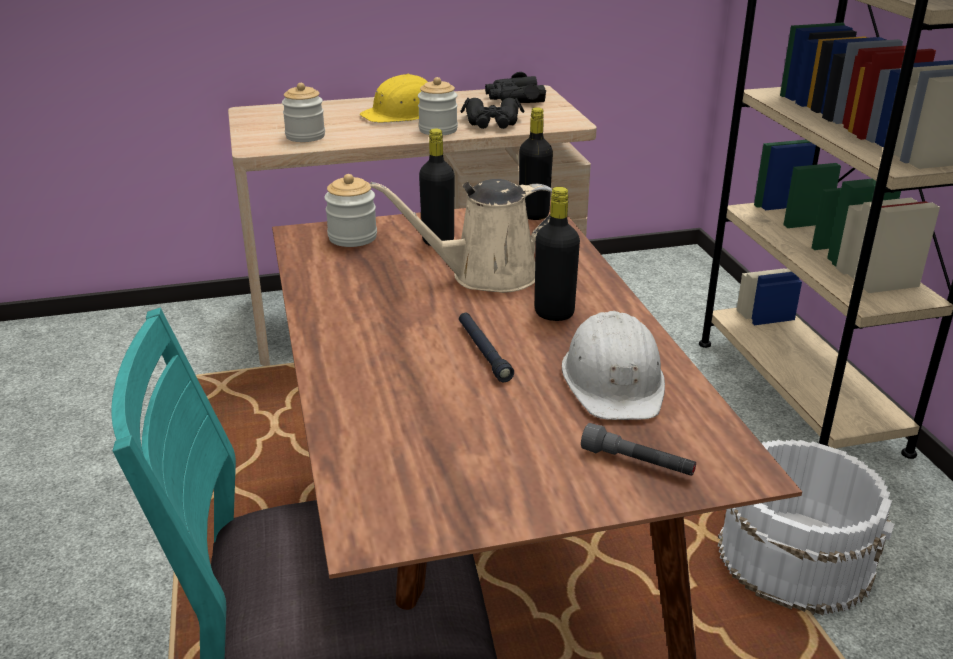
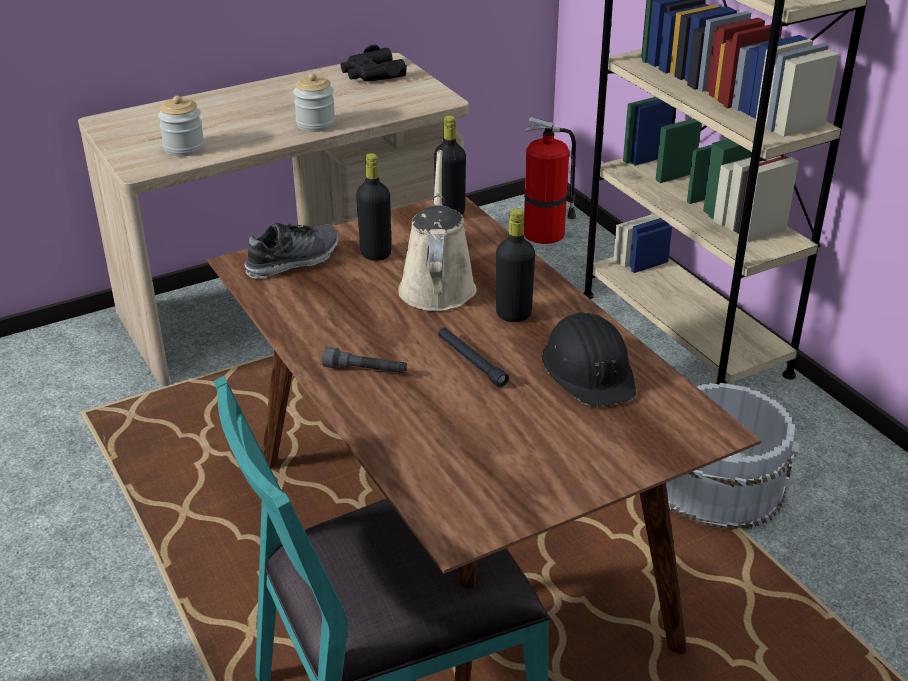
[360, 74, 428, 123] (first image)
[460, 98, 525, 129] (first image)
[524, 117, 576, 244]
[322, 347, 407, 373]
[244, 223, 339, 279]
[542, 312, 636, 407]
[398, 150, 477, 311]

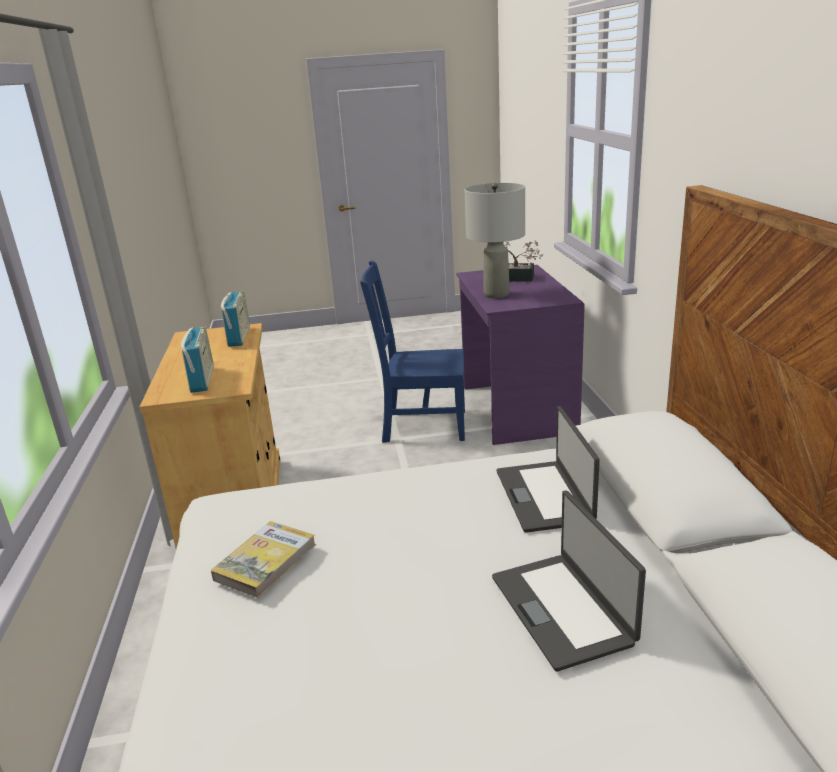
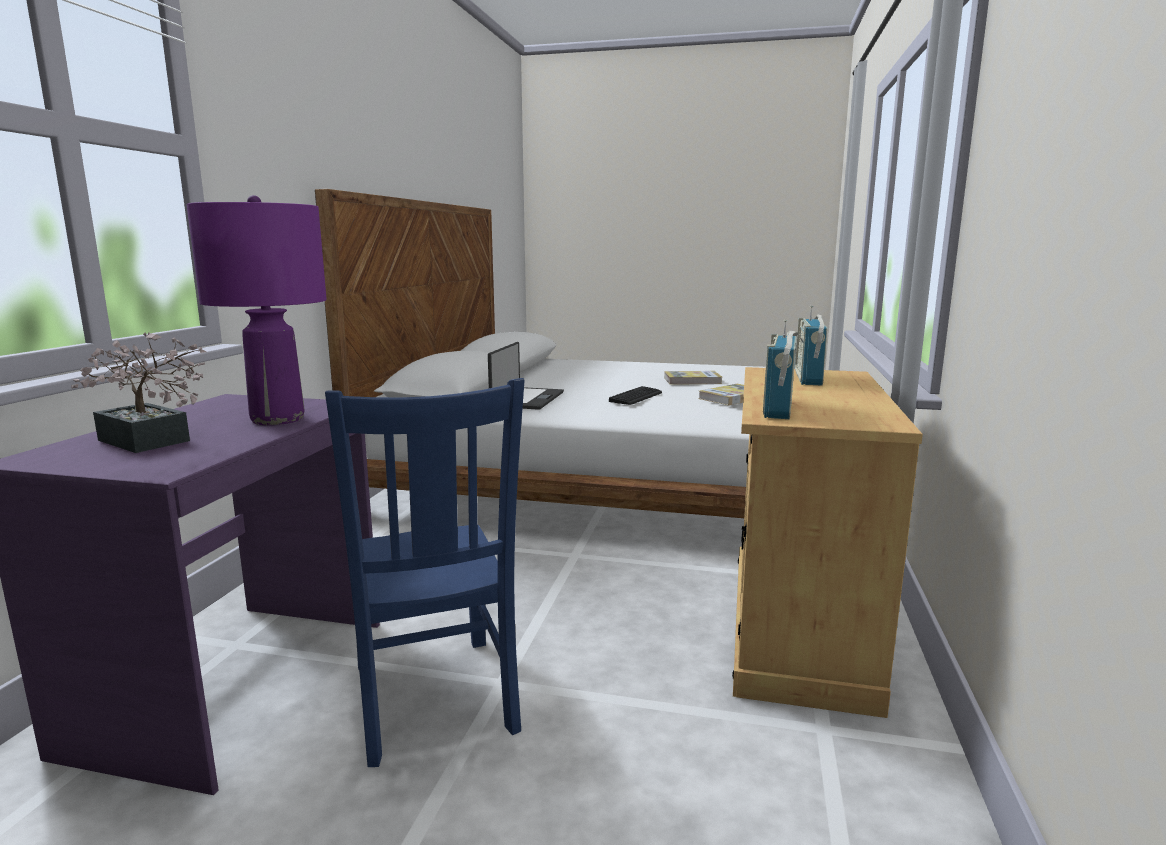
[492, 491, 646, 672] (first image)
[609, 386, 662, 405]
[664, 371, 722, 385]
[187, 195, 327, 425]
[325, 378, 524, 767]

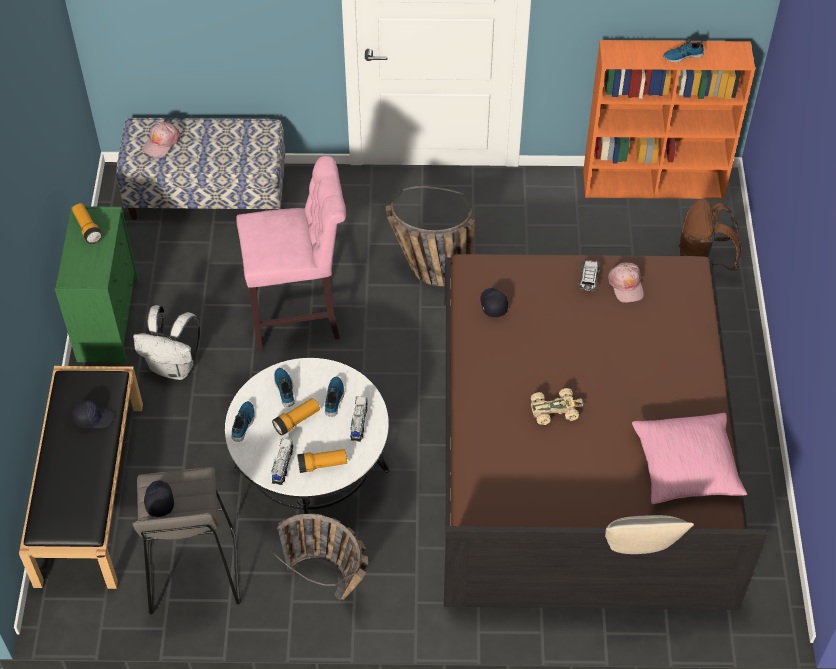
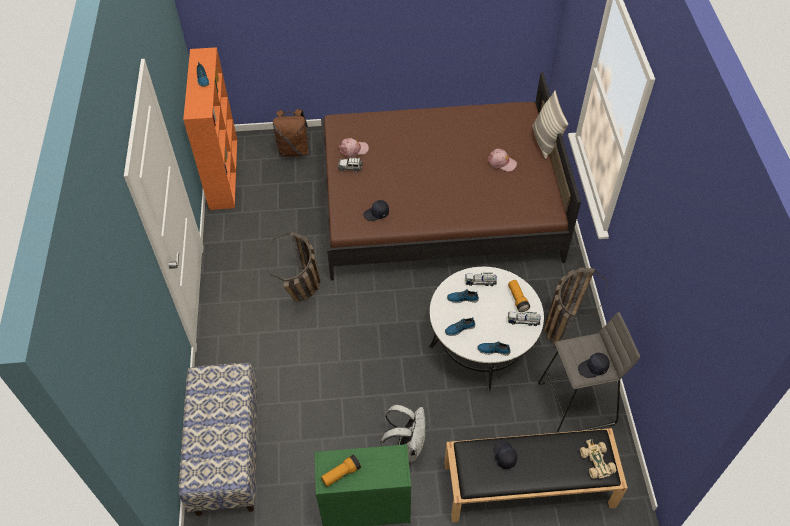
[236, 156, 346, 351] (first image)
[272, 398, 320, 436] (first image)
[632, 413, 747, 504] (first image)
[488, 149, 517, 172]
[580, 439, 616, 479]

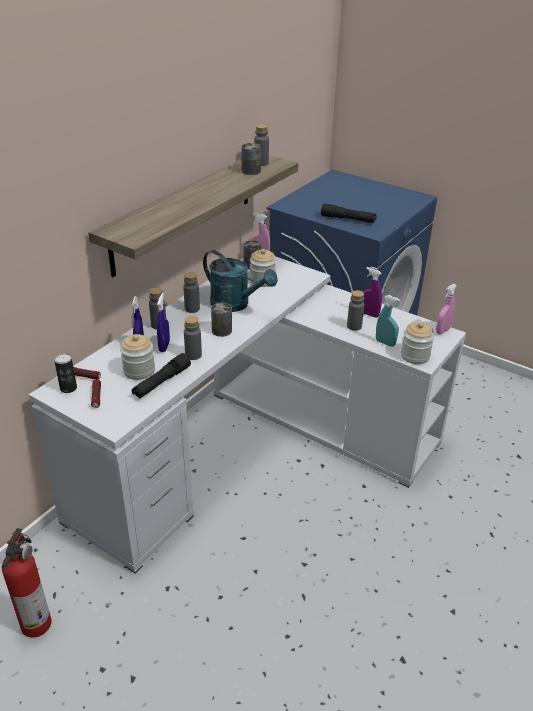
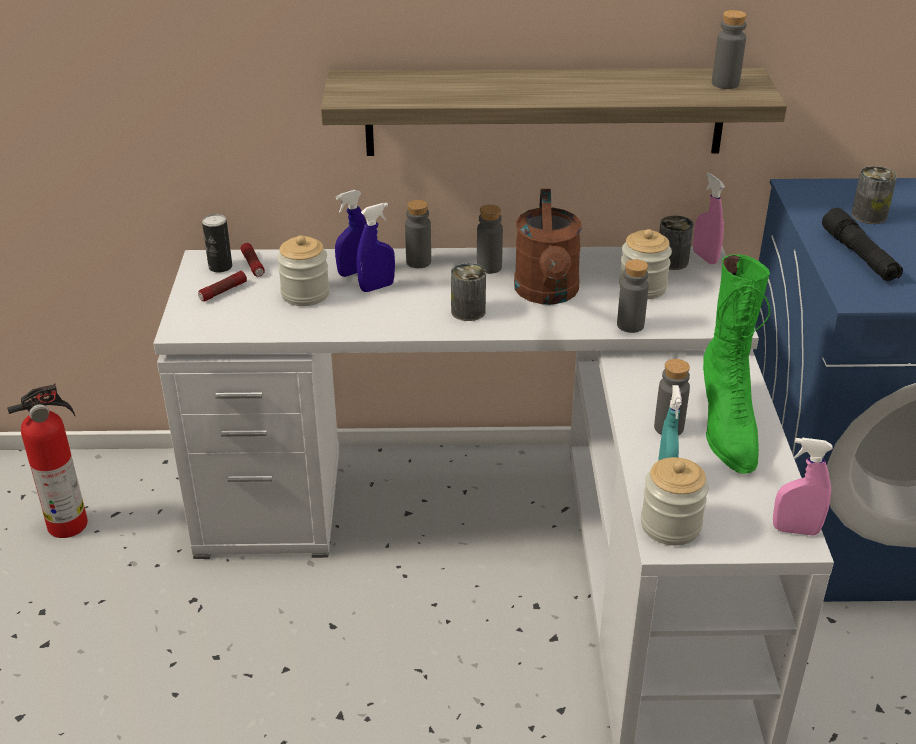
[132, 353, 191, 398] (first image)
[617, 259, 649, 333]
[851, 166, 897, 224]
[703, 254, 770, 474]
[514, 189, 582, 305]

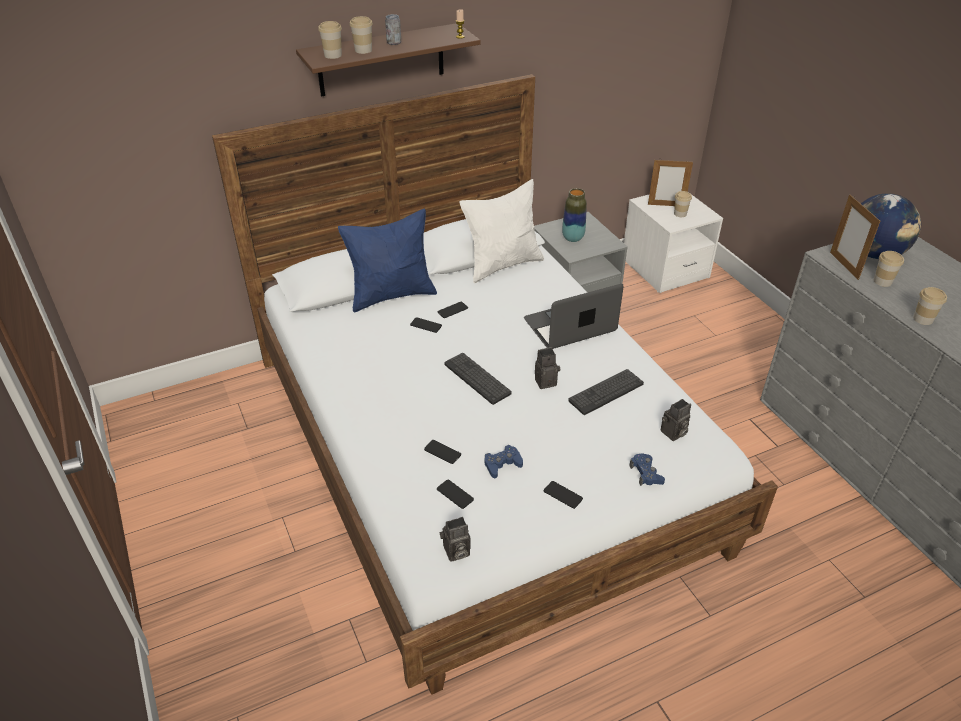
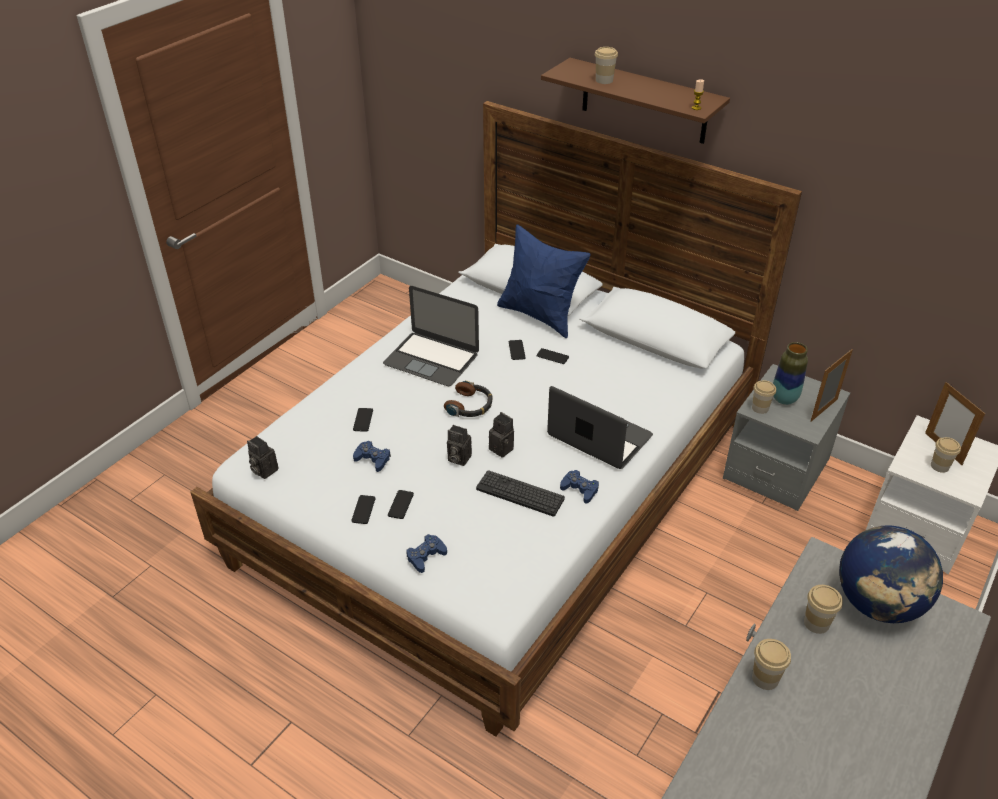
[385, 14, 401, 45] (first image)
[460, 179, 544, 284] (first image)
[383, 286, 479, 386]
[560, 470, 599, 503]
[752, 380, 776, 414]
[388, 490, 414, 519]
[447, 425, 472, 466]
[810, 349, 853, 422]
[444, 381, 493, 417]

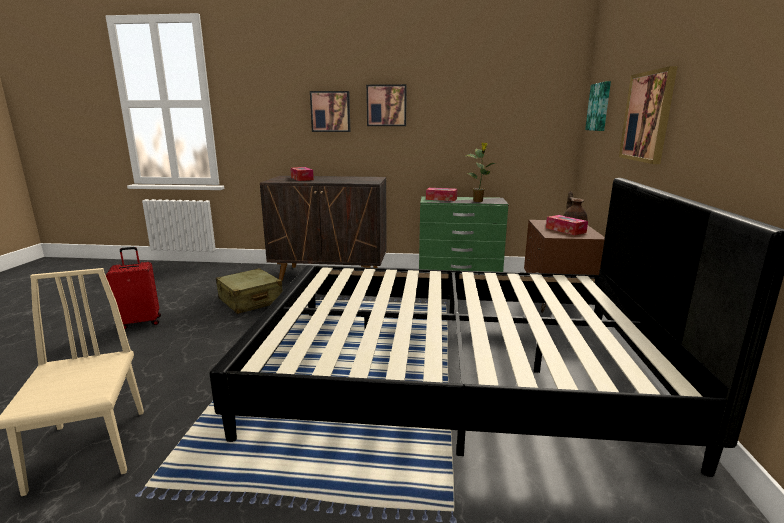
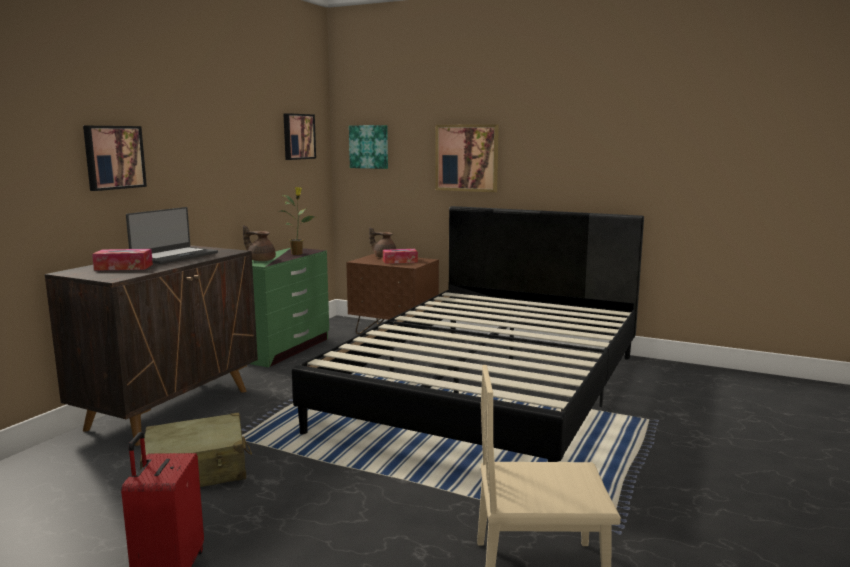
[126, 207, 218, 264]
[283, 113, 316, 160]
[243, 225, 276, 261]

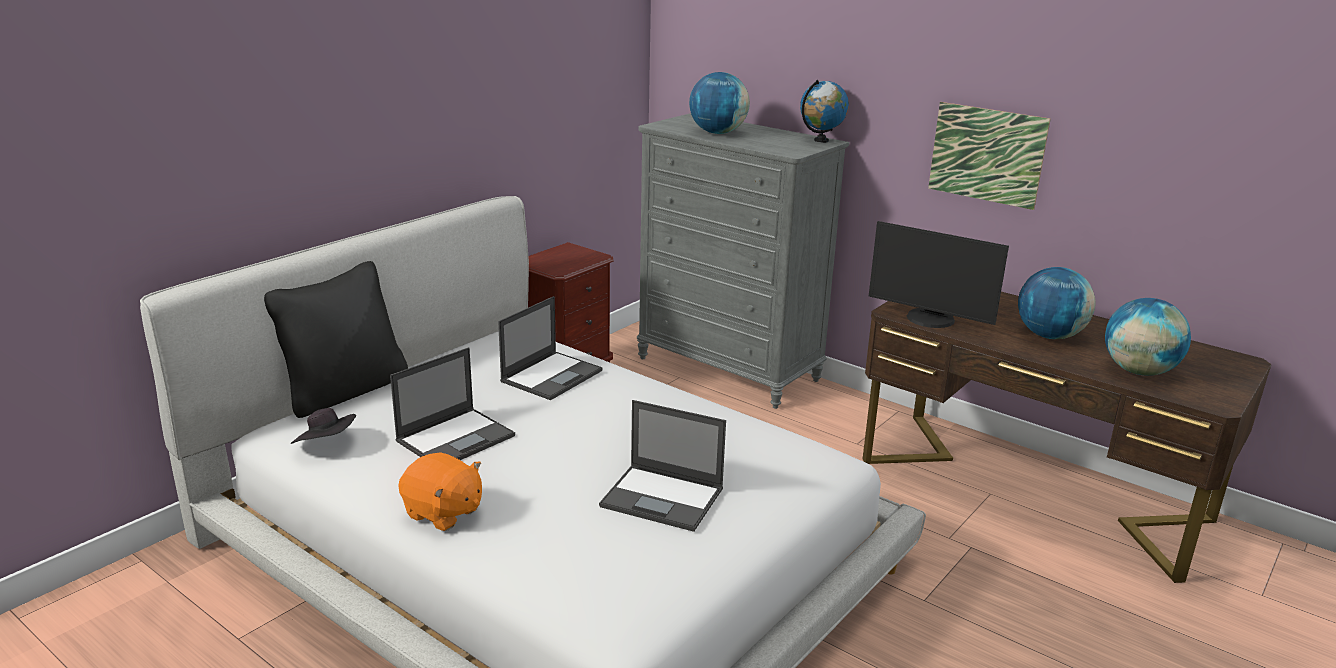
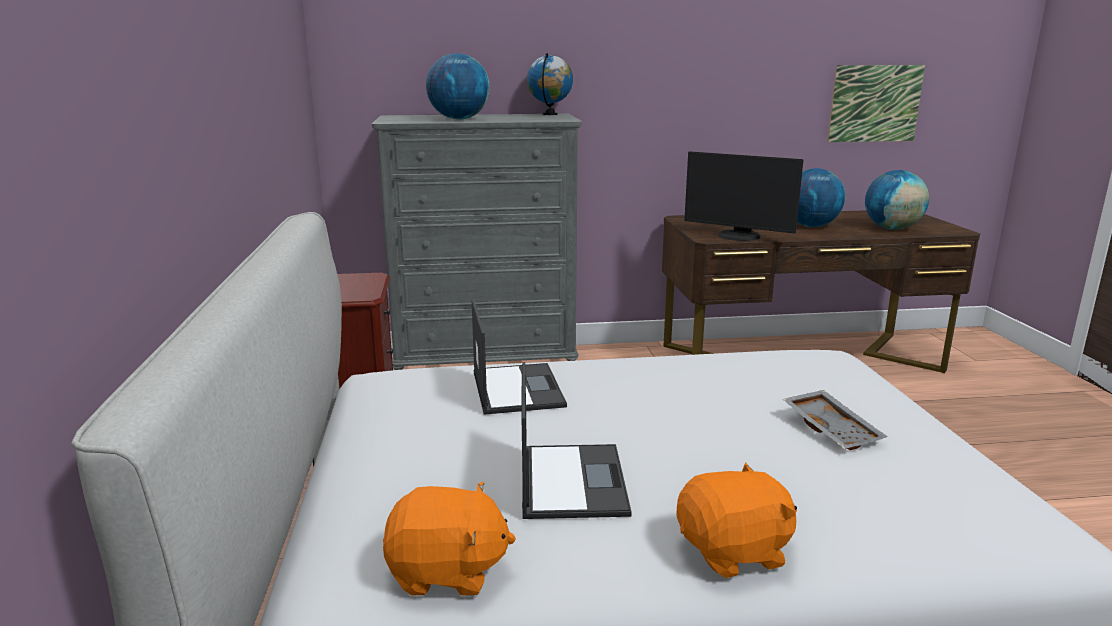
[264, 261, 408, 418] (first image)
[827, 65, 925, 142]
[383, 482, 516, 596]
[783, 390, 888, 450]
[684, 151, 804, 241]

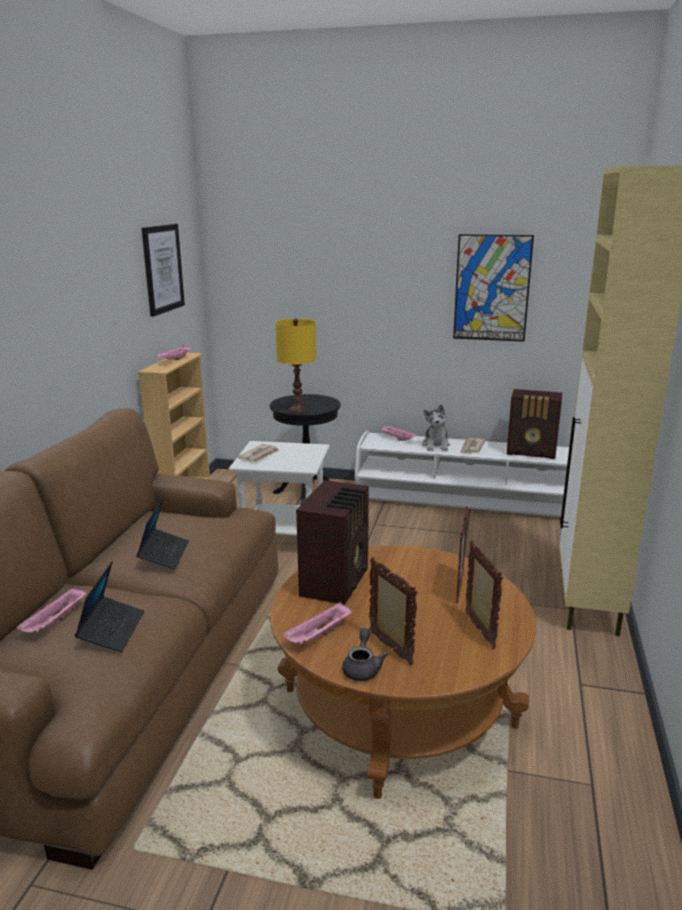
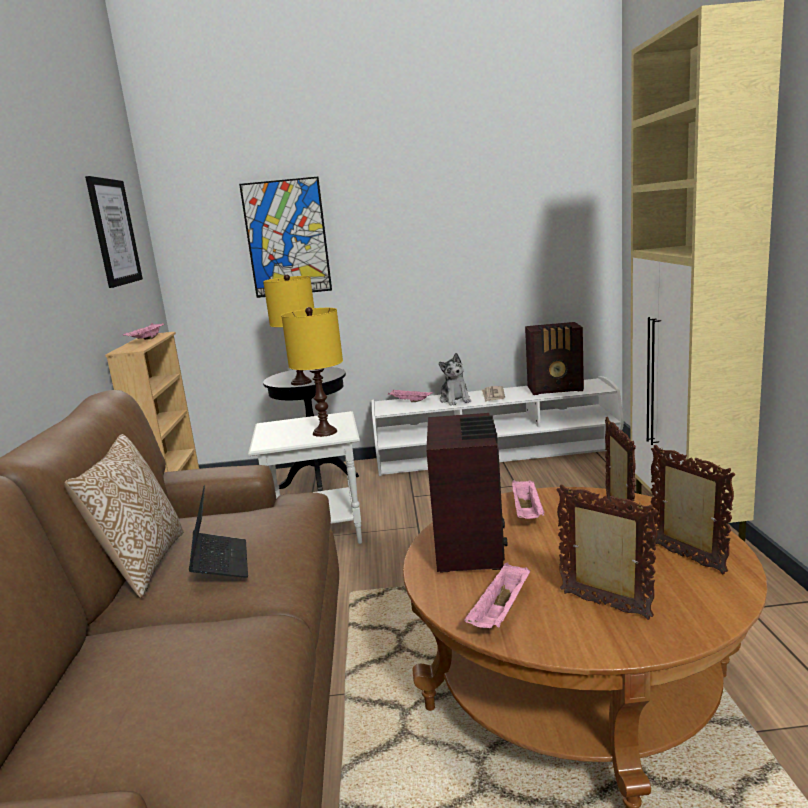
[74, 561, 144, 652] (first image)
[238, 444, 280, 462] (first image)
[342, 628, 388, 681] (first image)
[64, 434, 183, 598]
[281, 307, 343, 437]
[512, 480, 545, 519]
[239, 177, 332, 298]

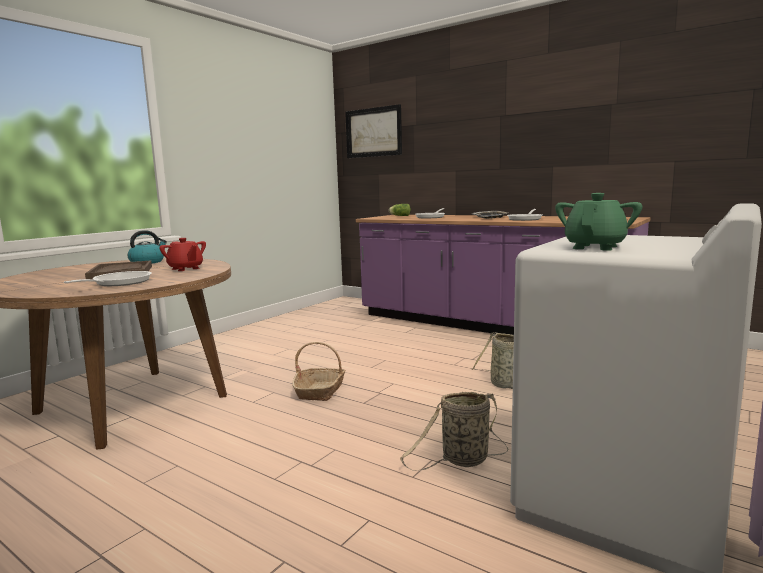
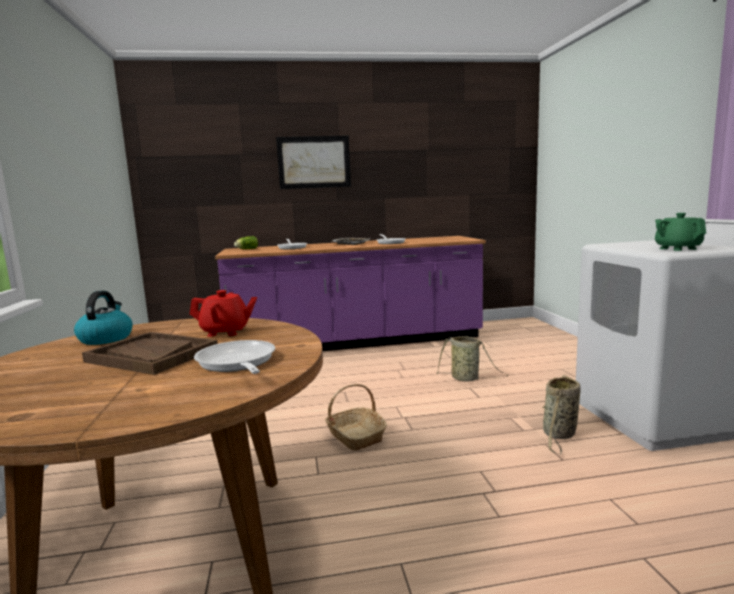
[276, 135, 351, 189]

